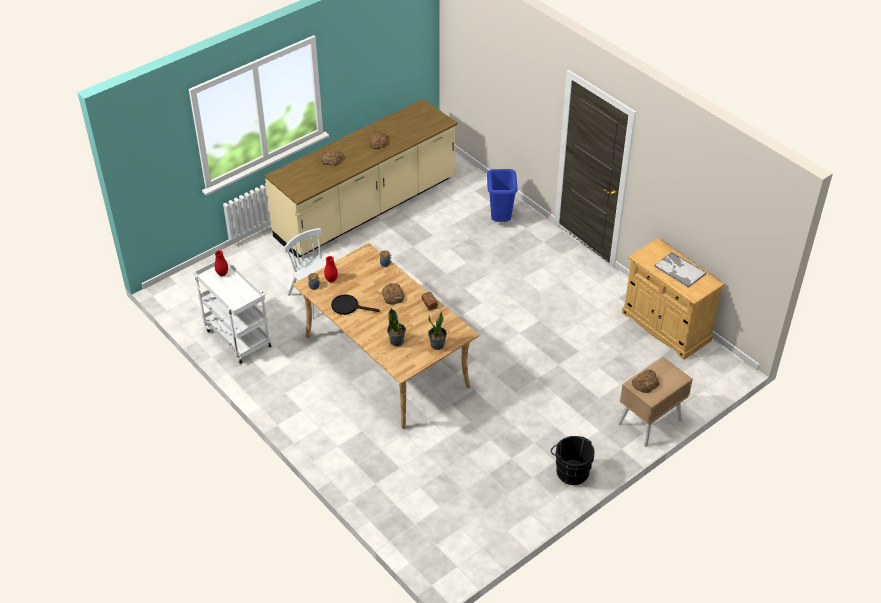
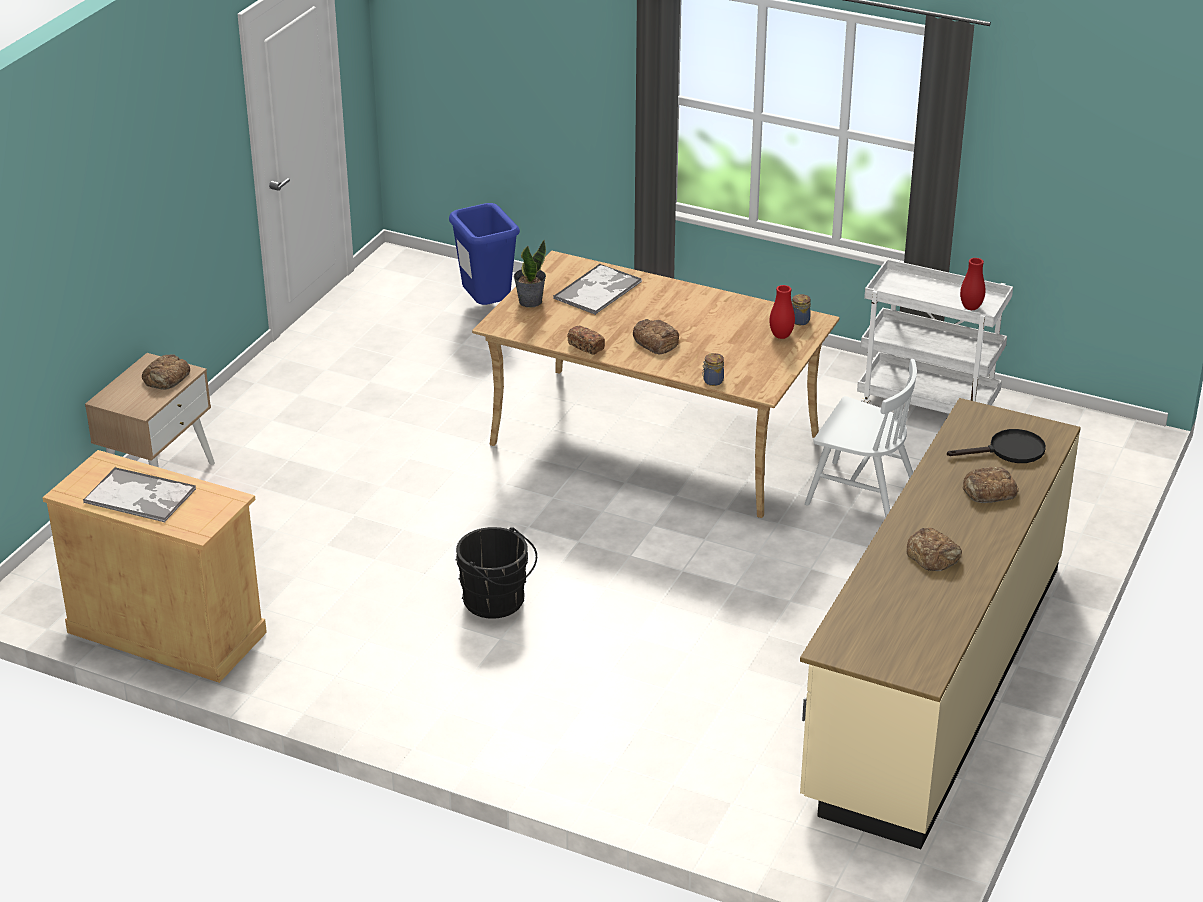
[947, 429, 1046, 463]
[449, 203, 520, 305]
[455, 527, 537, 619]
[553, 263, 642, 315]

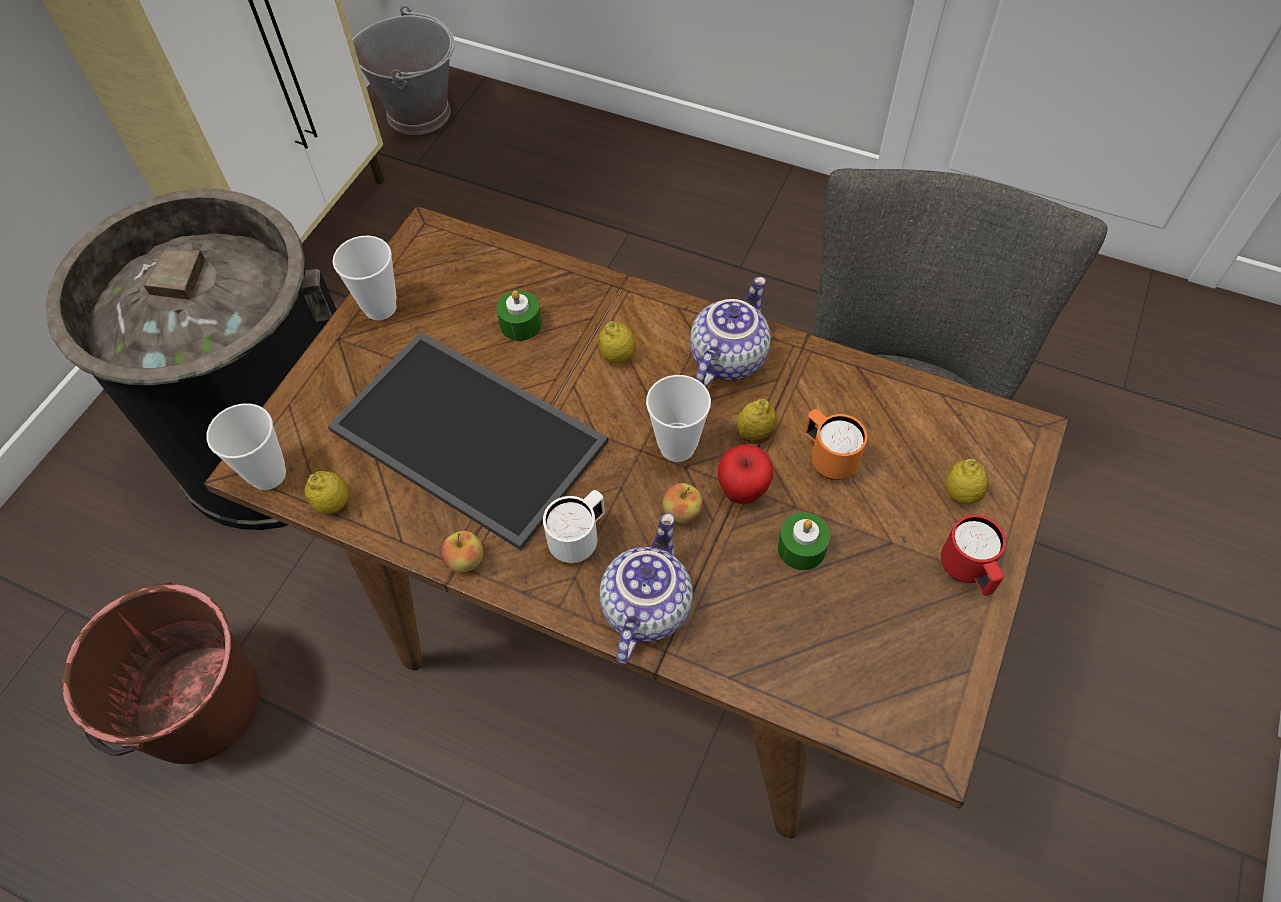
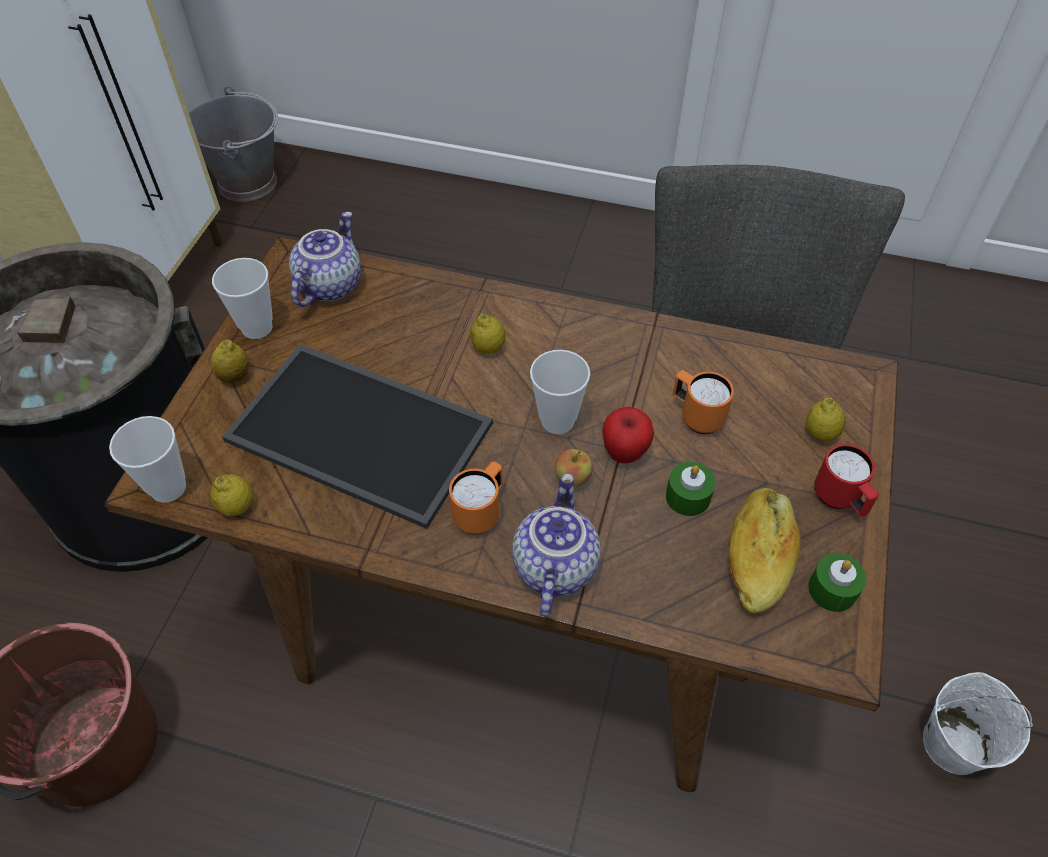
[441, 531, 484, 572] (first image)
[729, 488, 800, 613]
[923, 672, 1033, 775]
[808, 553, 866, 612]
[289, 211, 361, 307]
[211, 339, 249, 383]
[449, 462, 503, 535]

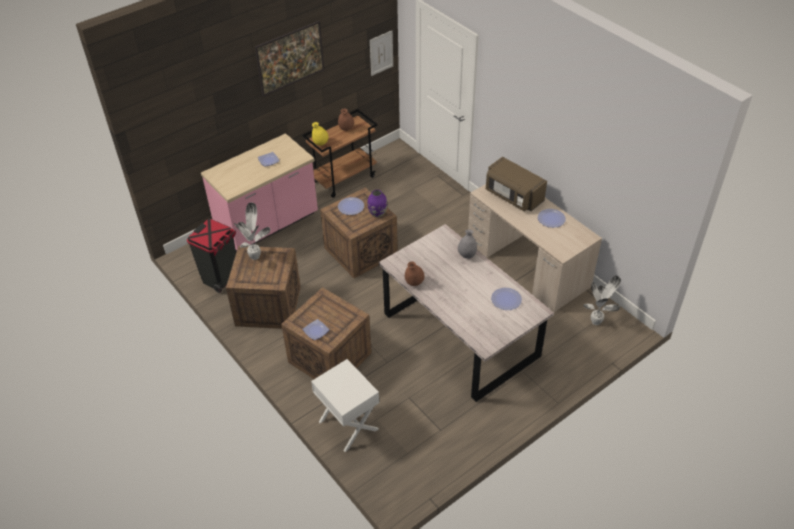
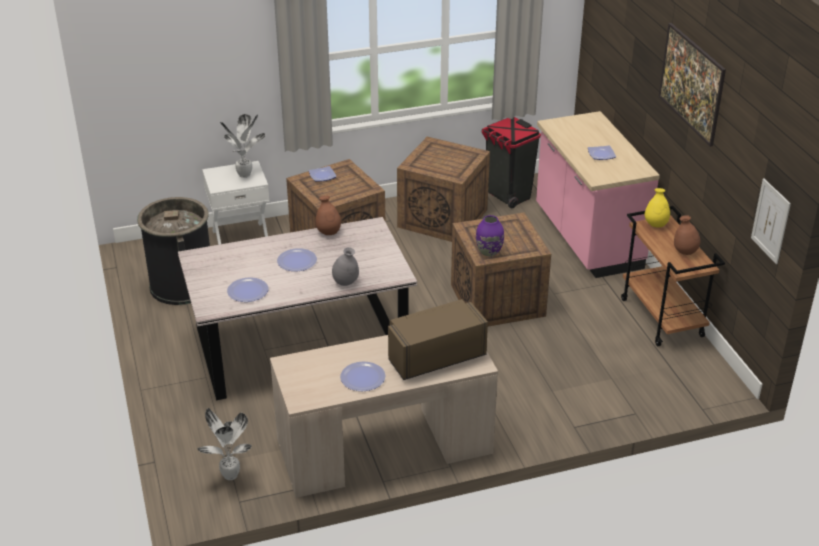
[137, 197, 210, 305]
[220, 114, 265, 178]
[277, 248, 317, 272]

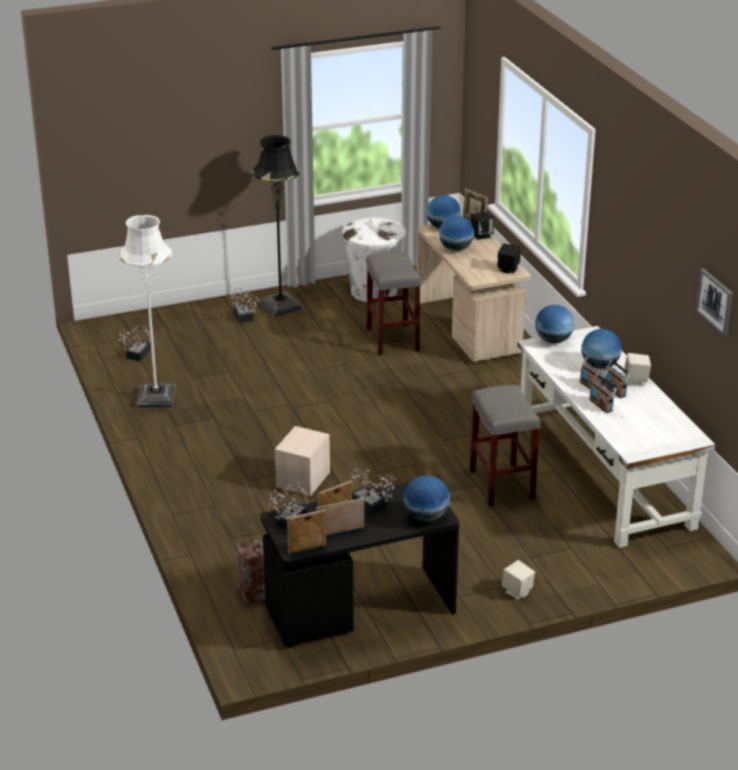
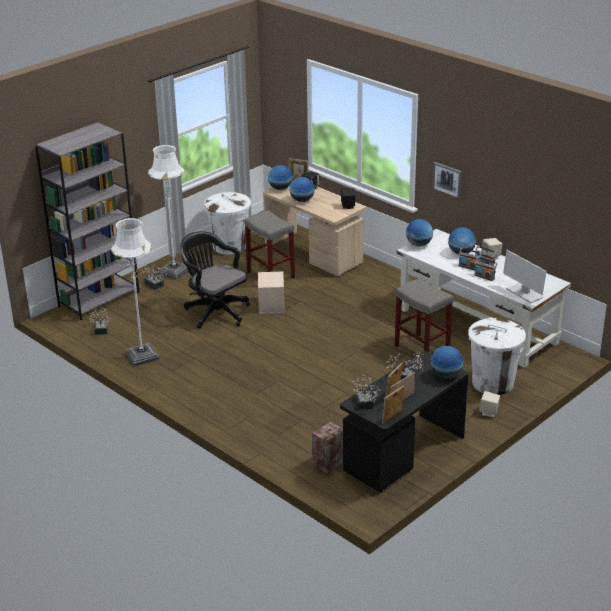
[35, 122, 139, 320]
[180, 231, 250, 329]
[468, 318, 526, 395]
[503, 250, 547, 303]
[258, 272, 285, 314]
[432, 162, 462, 199]
[148, 145, 189, 280]

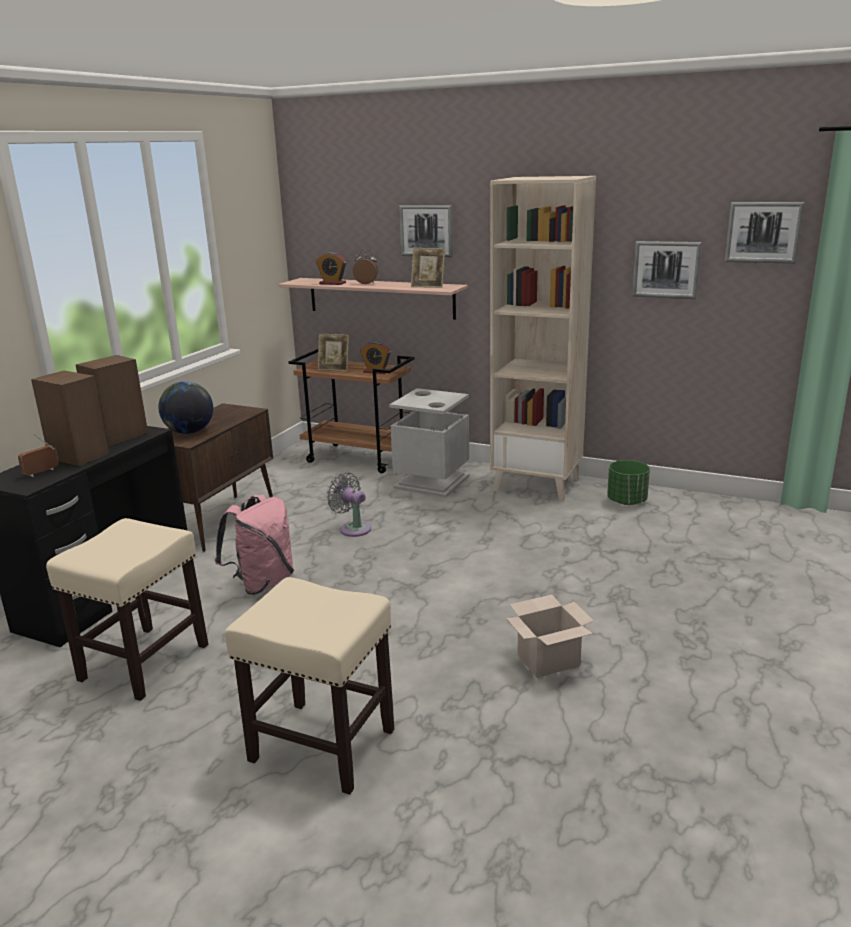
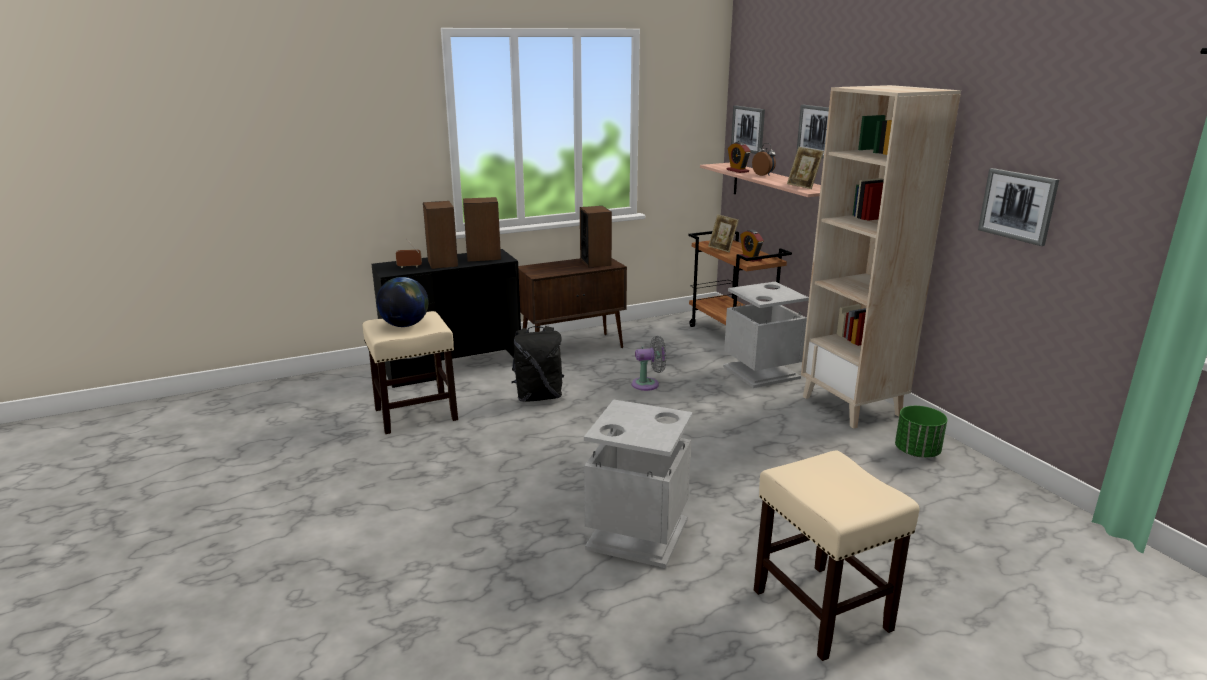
[580, 206, 612, 267]
[376, 277, 429, 327]
[754, 450, 920, 661]
[731, 106, 765, 154]
[584, 399, 693, 568]
[512, 326, 564, 402]
[632, 336, 666, 391]

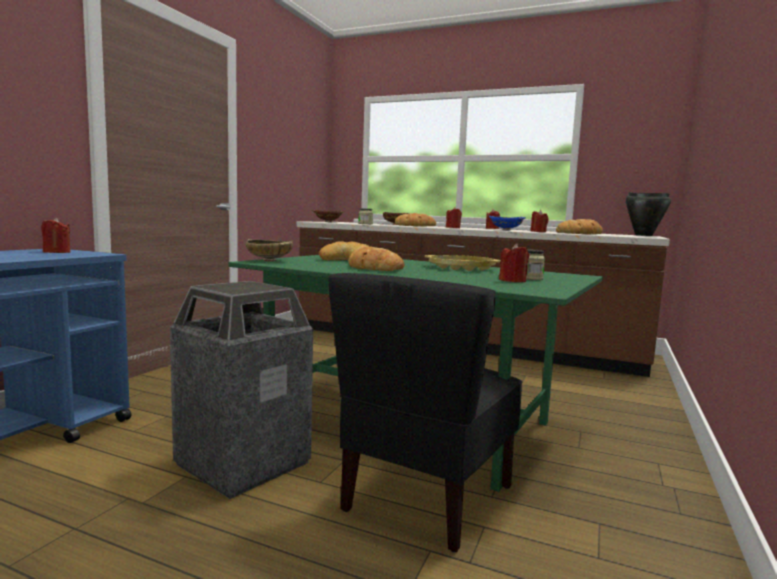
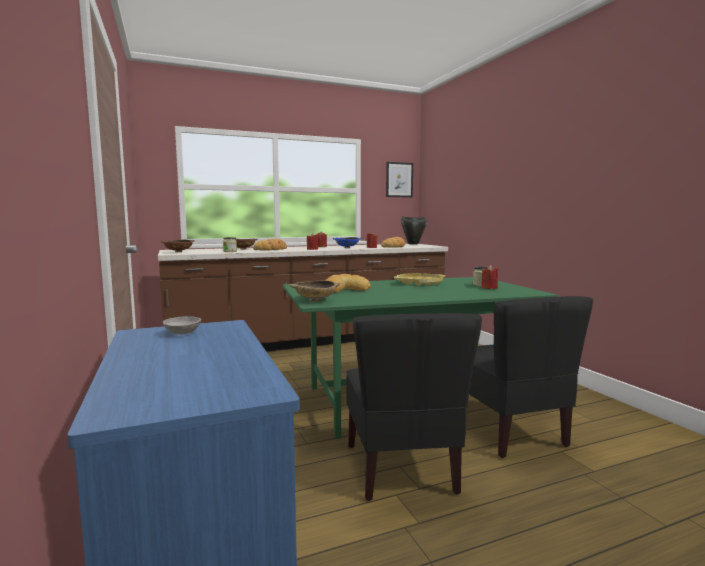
[348, 246, 405, 271] (first image)
[386, 162, 413, 198]
[163, 316, 201, 335]
[346, 313, 482, 501]

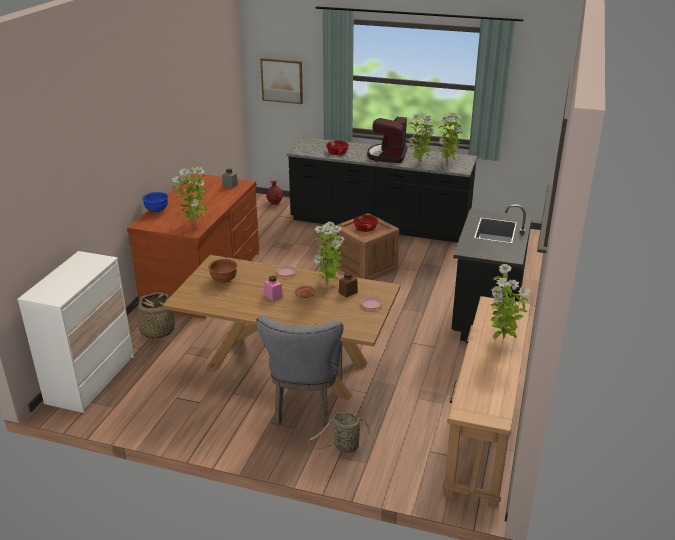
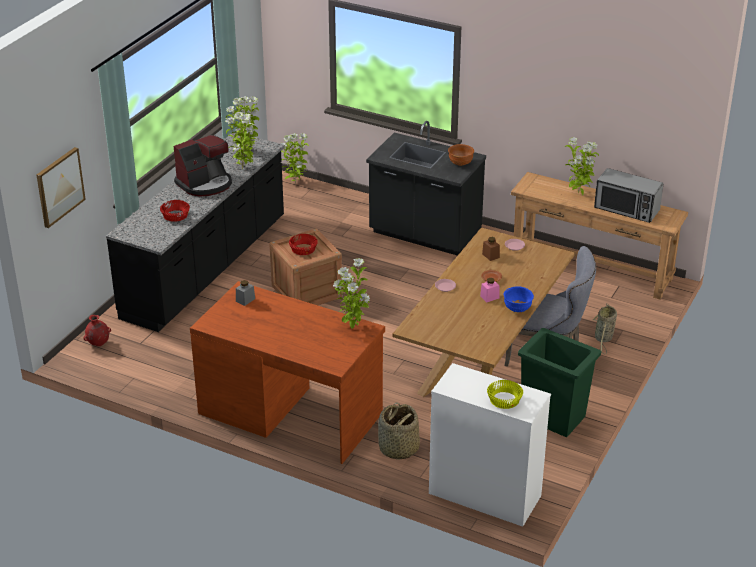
[487, 380, 523, 409]
[518, 328, 601, 437]
[594, 168, 664, 223]
[503, 286, 534, 312]
[448, 144, 474, 166]
[281, 133, 309, 184]
[173, 135, 232, 197]

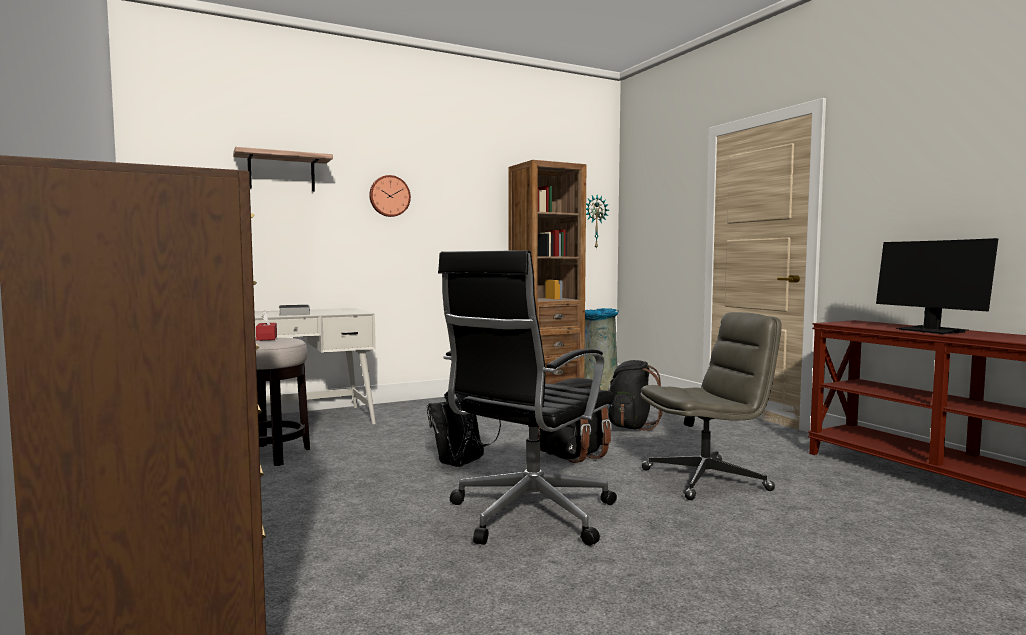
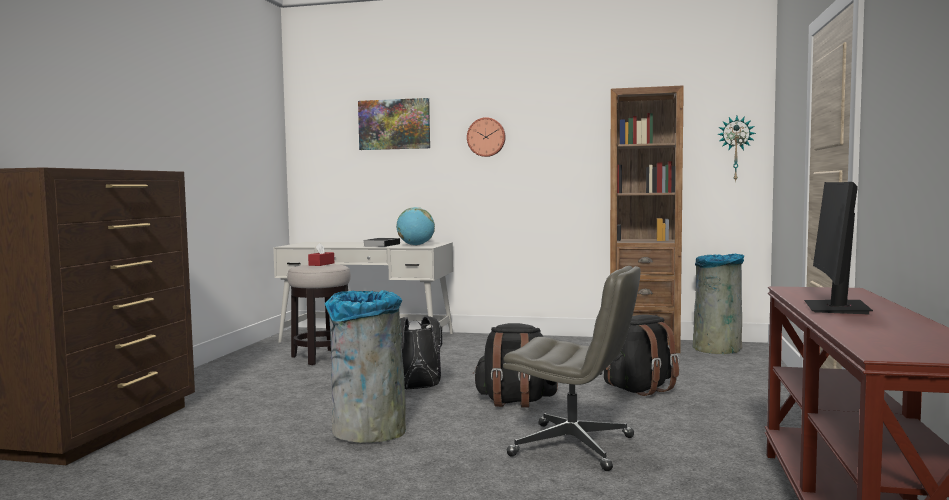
[396, 207, 435, 246]
[358, 98, 430, 150]
[325, 290, 406, 443]

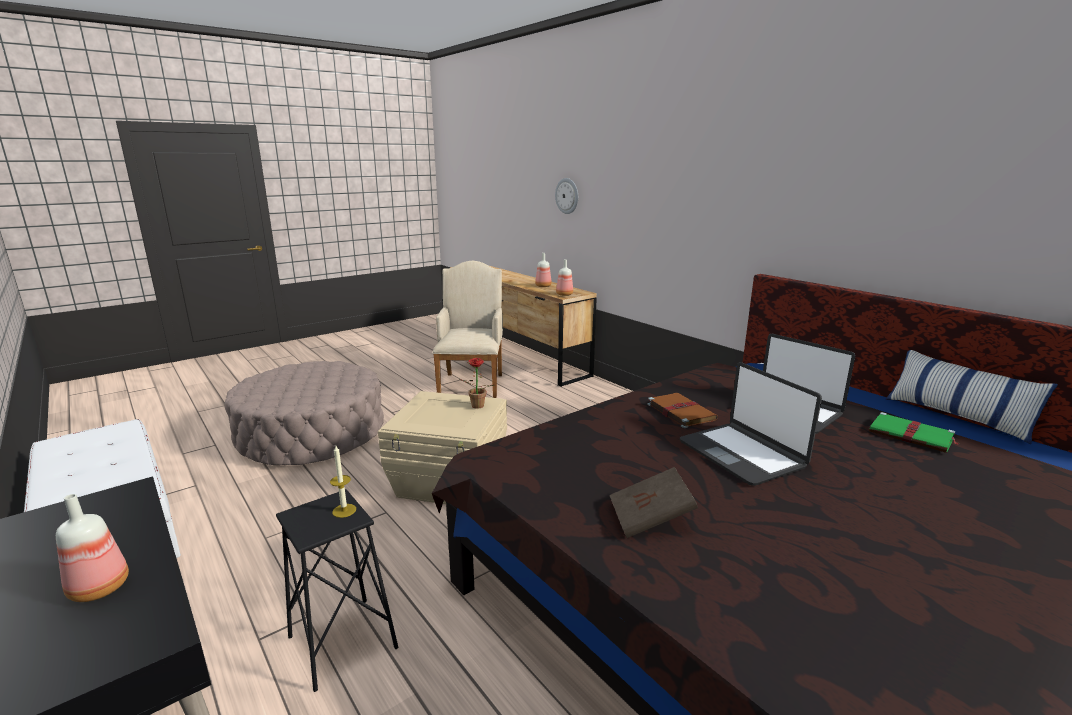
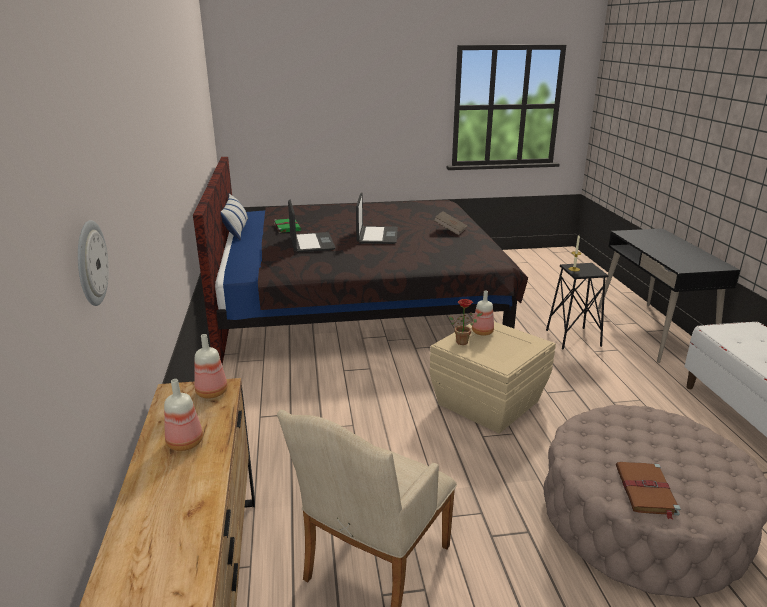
[472, 291, 494, 336]
[616, 462, 681, 519]

